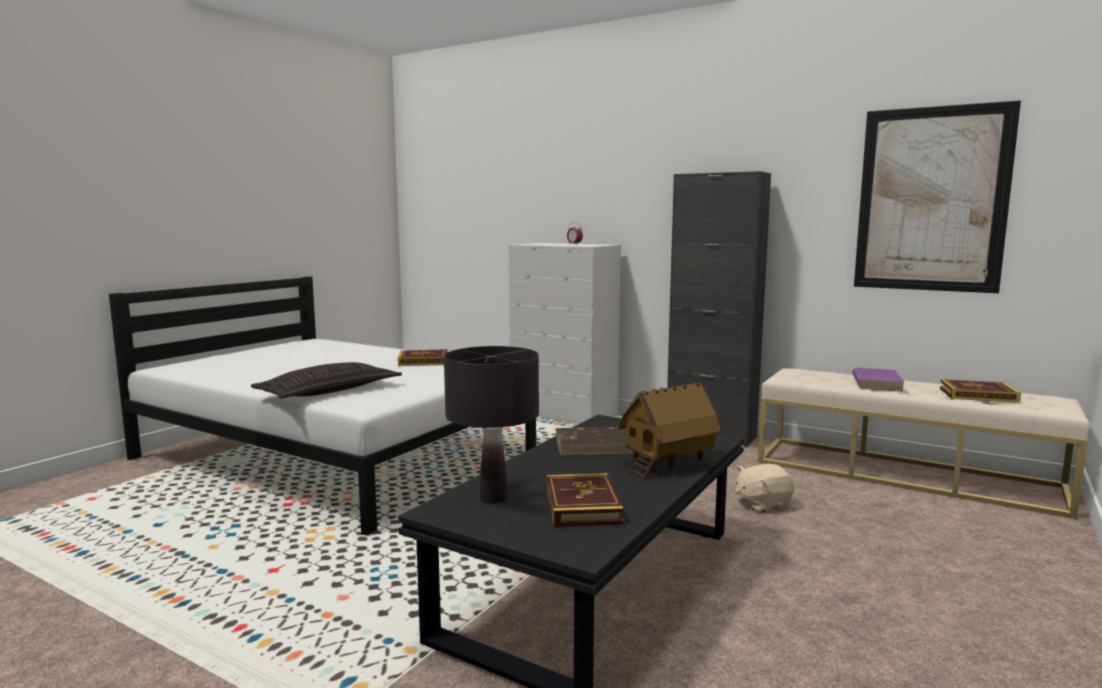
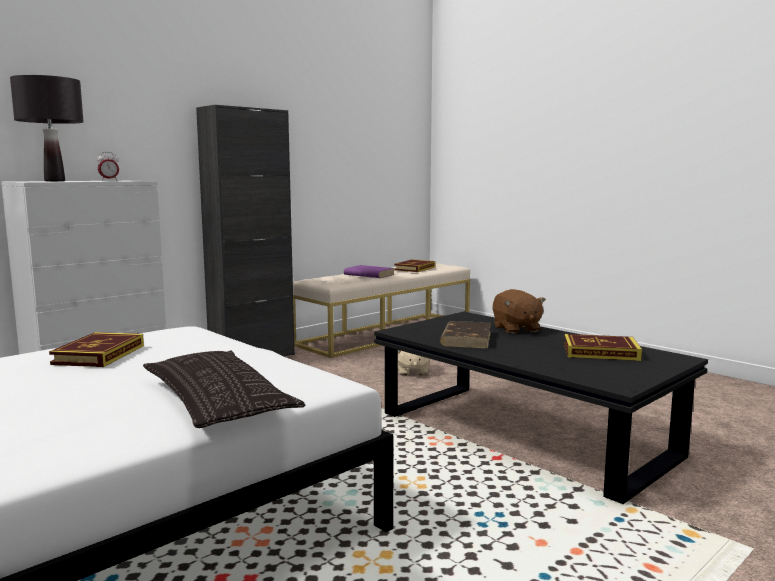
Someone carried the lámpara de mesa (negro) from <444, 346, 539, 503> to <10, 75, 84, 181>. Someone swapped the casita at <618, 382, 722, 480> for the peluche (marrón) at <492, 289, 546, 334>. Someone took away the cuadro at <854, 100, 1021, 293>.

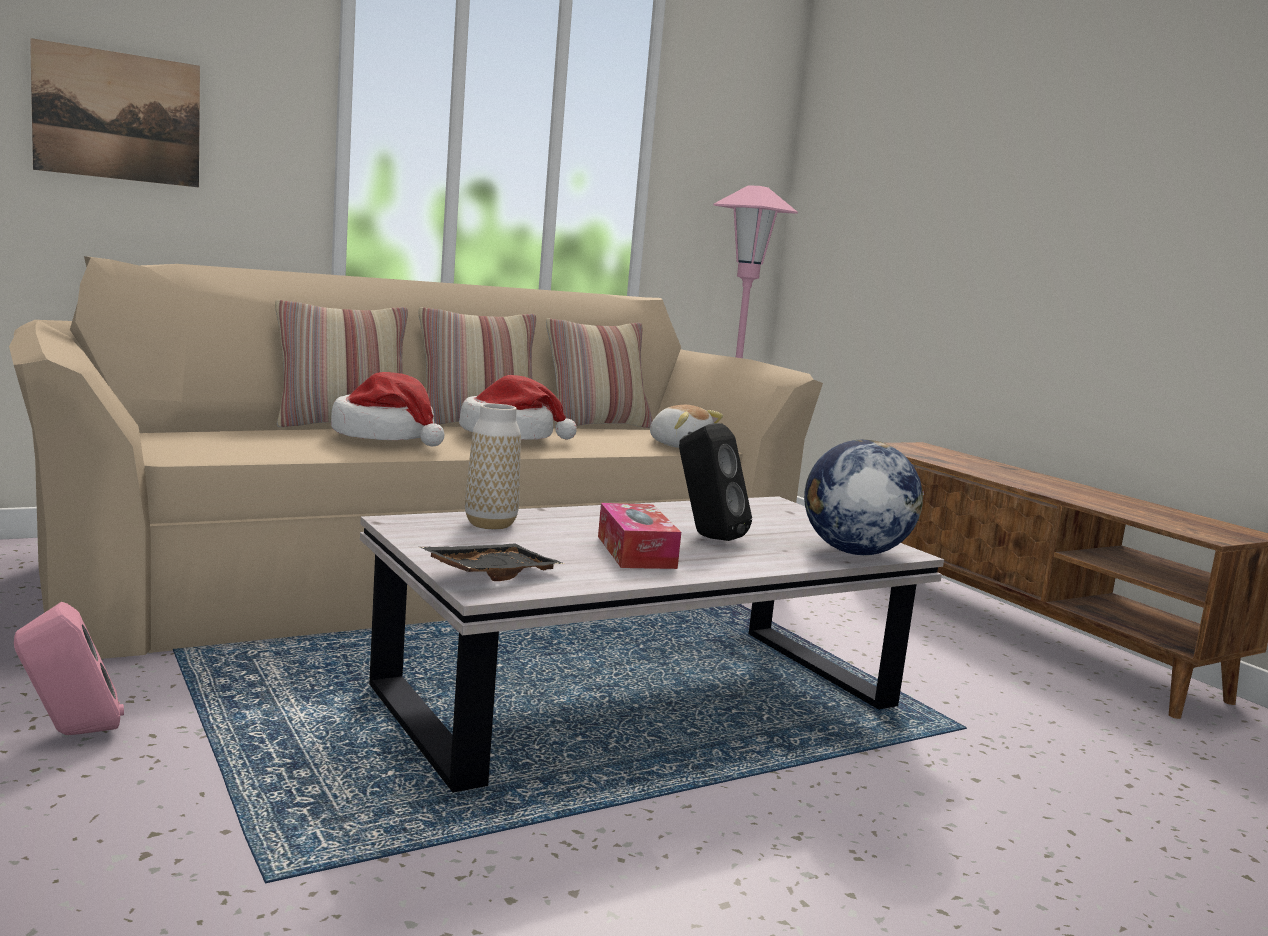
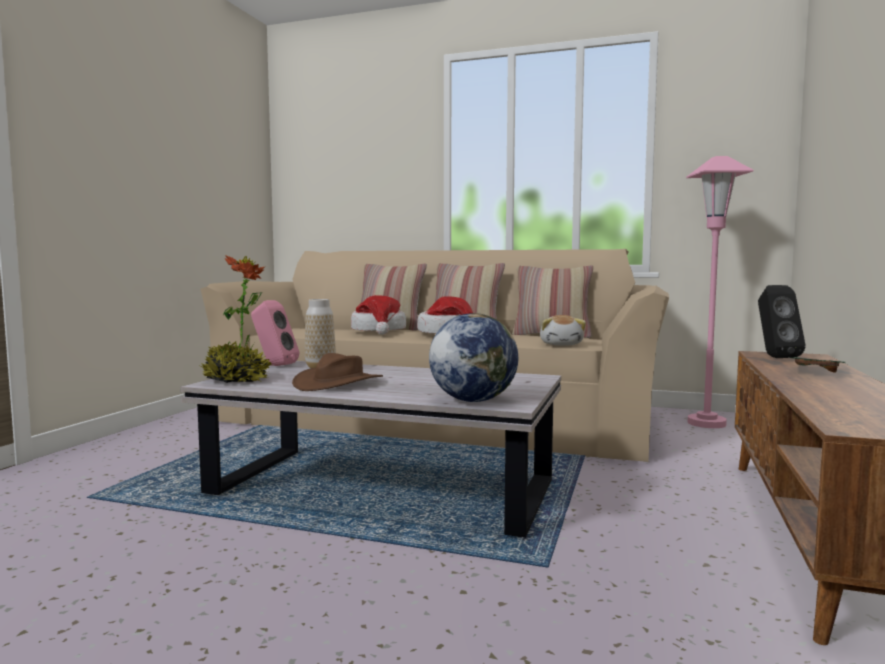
Someone carried the altavoz (rosa) from <14, 602, 124, 735> to <251, 300, 299, 366>. Someone took away the cuadro at <30, 38, 200, 187>. Someone swapped the bandeja (negro) at <419, 544, 565, 581> for the planta en maceta at <200, 255, 271, 383>. Someone swapped the caja de pañuelos at <598, 503, 681, 569> for the sombrero (marrón) at <292, 353, 383, 391>. Someone carried the altavoz (negro) from <679, 423, 752, 541> to <758, 285, 806, 358>. Someone put down the bandeja (verde) at <789, 357, 845, 372>.

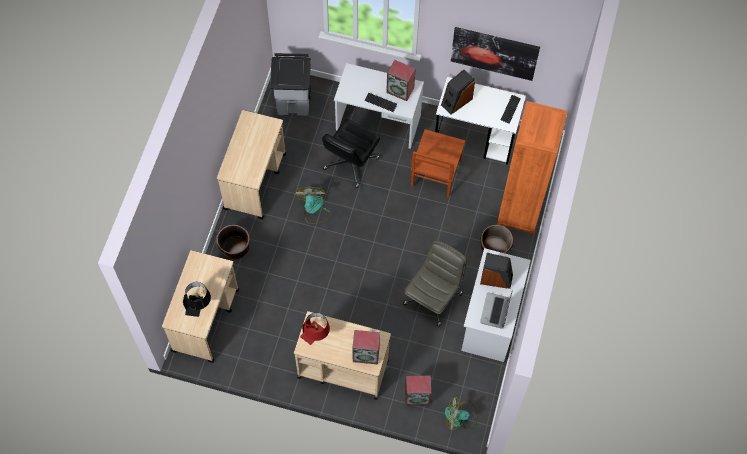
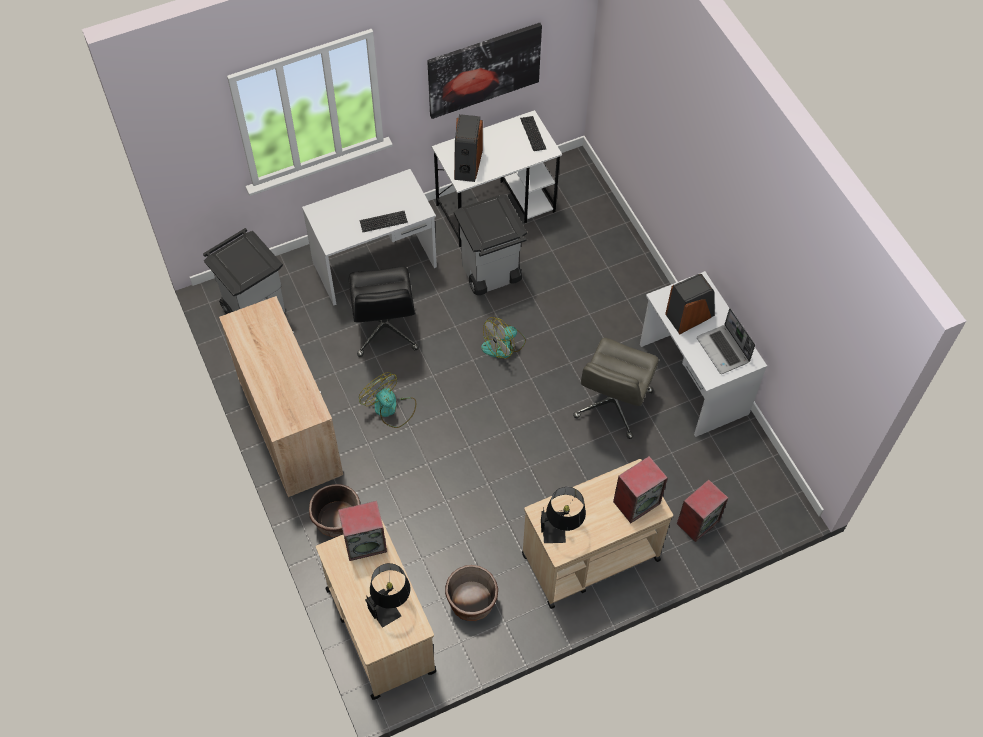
Someone swapped the carrito (beis) at <217, 110, 286, 219> for the armario (beis) at <219, 296, 343, 497>. Someone repainted the lámpara de mesa (rojo) at <300, 313, 330, 345>, which became the lámpara de mesa (negro) at <541, 487, 586, 543>. Someone carried the altavoz from <386, 60, 416, 101> to <338, 501, 387, 561>. Someone rotated the silla de oficina (gris) at <403, 240, 467, 327> by 150 degrees counterclockwise. Someone swapped the silla (marrón) at <411, 129, 465, 198> for the papelera (gris) at <454, 194, 527, 295>. Someone carried the ventilador from <445, 397, 478, 430> to <481, 317, 526, 359>. Someone carried the maceta (marrón) from <480, 225, 513, 254> to <445, 565, 498, 621>. Someone took away the estantería (naranja) at <497, 101, 568, 235>.

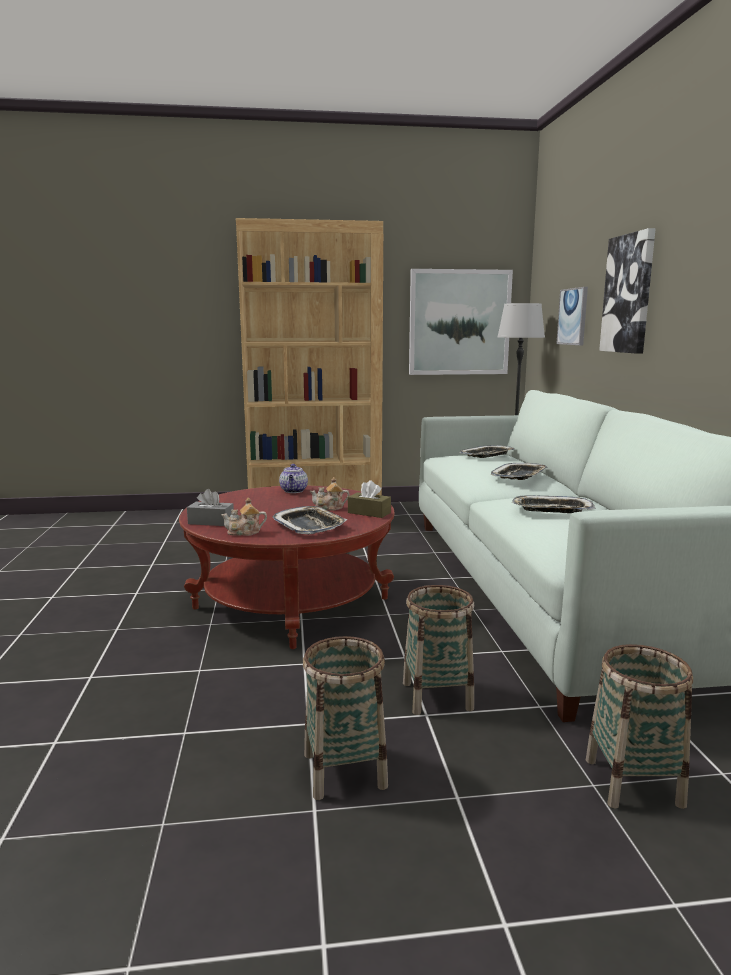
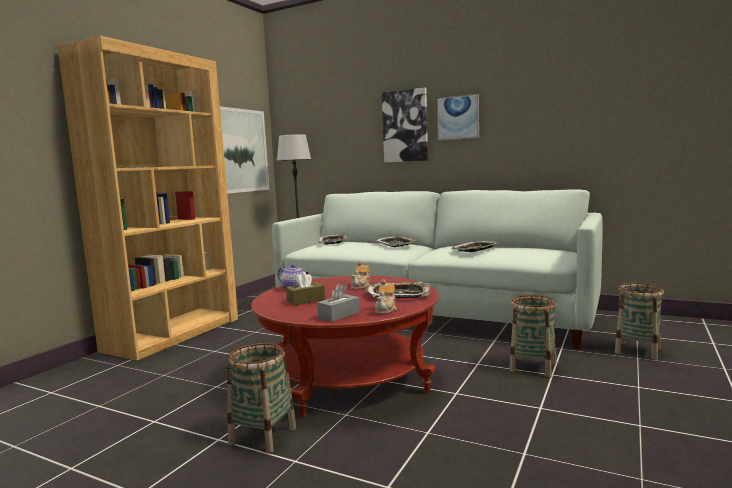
Someone carried the cesta from <303, 636, 388, 800> to <228, 343, 296, 453>. Someone carried the caja de pañuelos (marrón) from <348, 480, 391, 518> to <286, 272, 325, 305>. Someone carried the cuadro from <556, 287, 588, 345> to <437, 94, 479, 141>.

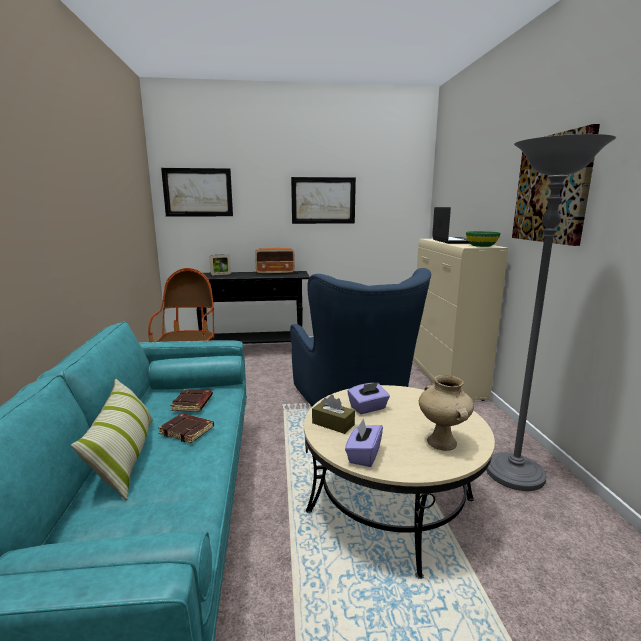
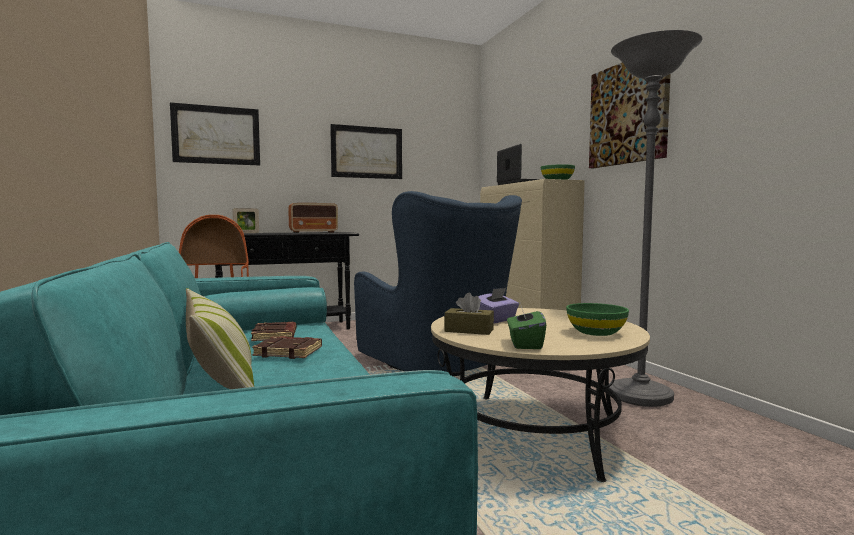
Someone repainted the caja de pañuelos (morado) at <345, 418, 383, 467>, which became the caja de pañuelos (verde) at <507, 303, 546, 349>. Someone swapped the florero (beis) at <419, 375, 474, 451> for the cuenco (verde) at <566, 303, 629, 336>.

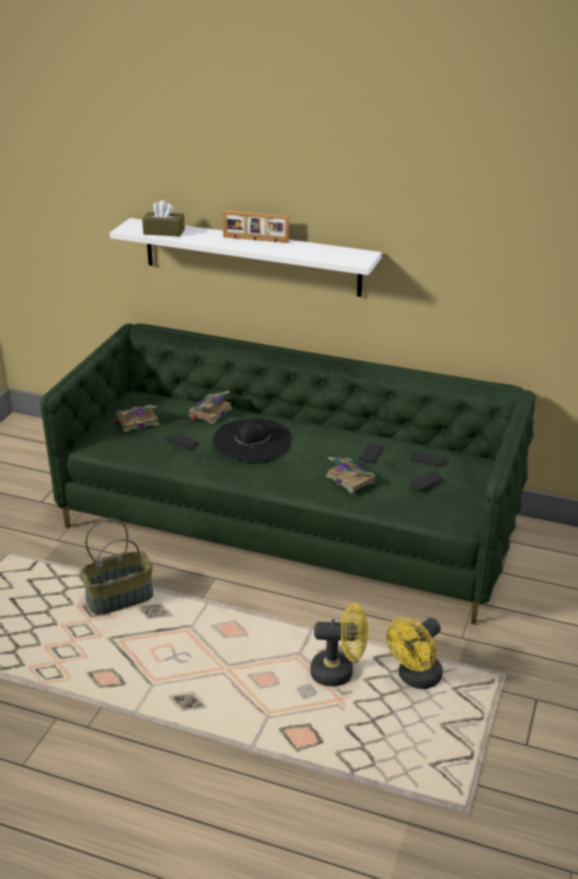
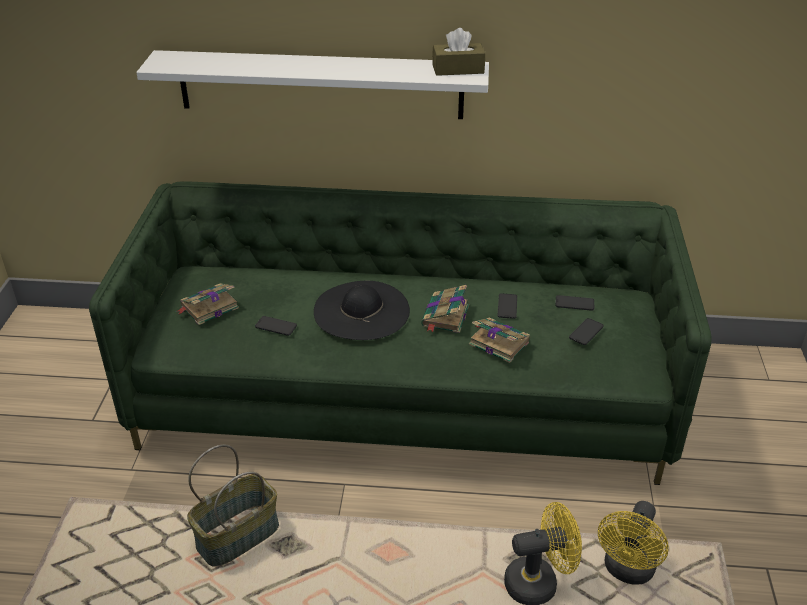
Someone carried the caja de pañuelos (marrón) from <142, 200, 185, 237> to <432, 28, 486, 76>. Someone carried the libro from <188, 390, 233, 424> to <421, 285, 469, 333>. Someone took away the portarretratos at <222, 211, 289, 243>.

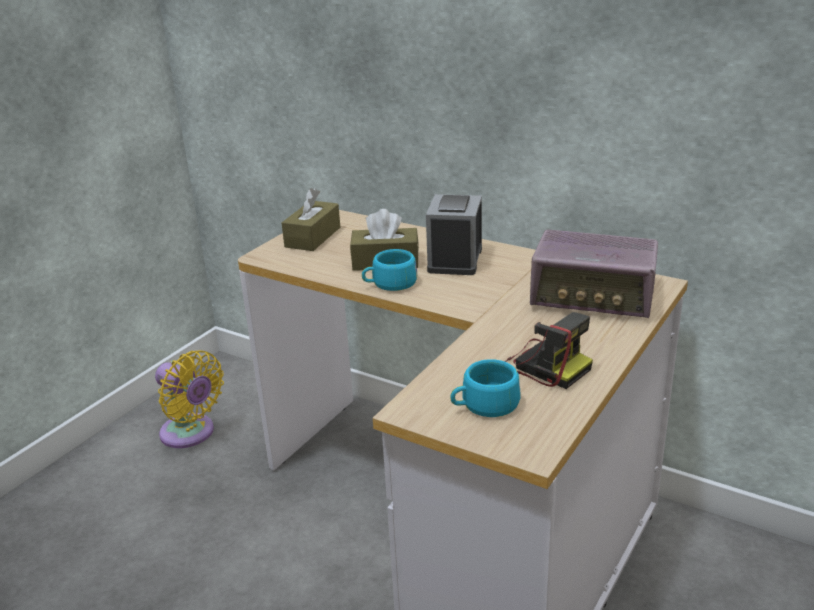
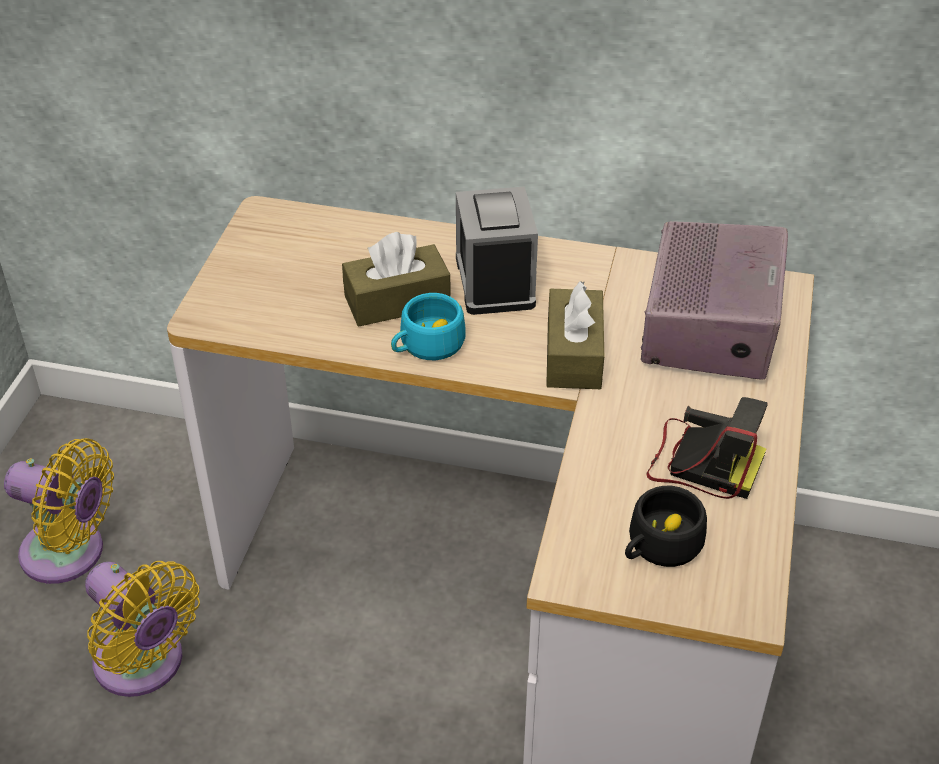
Someone carried the caja de pañuelos (marrón) from <282, 188, 340, 251> to <546, 281, 604, 389>. Someone repainted the taza (turquesa) at <450, 359, 520, 417>, which became the taza (negro) at <625, 486, 707, 567>. Someone rotated the radio at <530, 230, 658, 318> by 75 degrees counterclockwise. Someone put down the ventilador (amarillo) at <85, 561, 200, 697>.

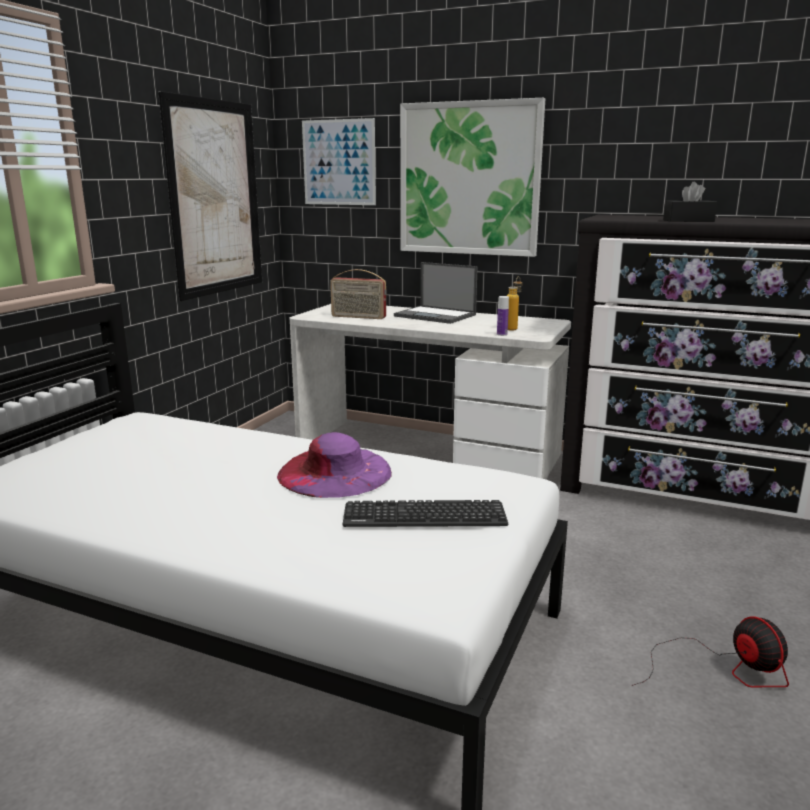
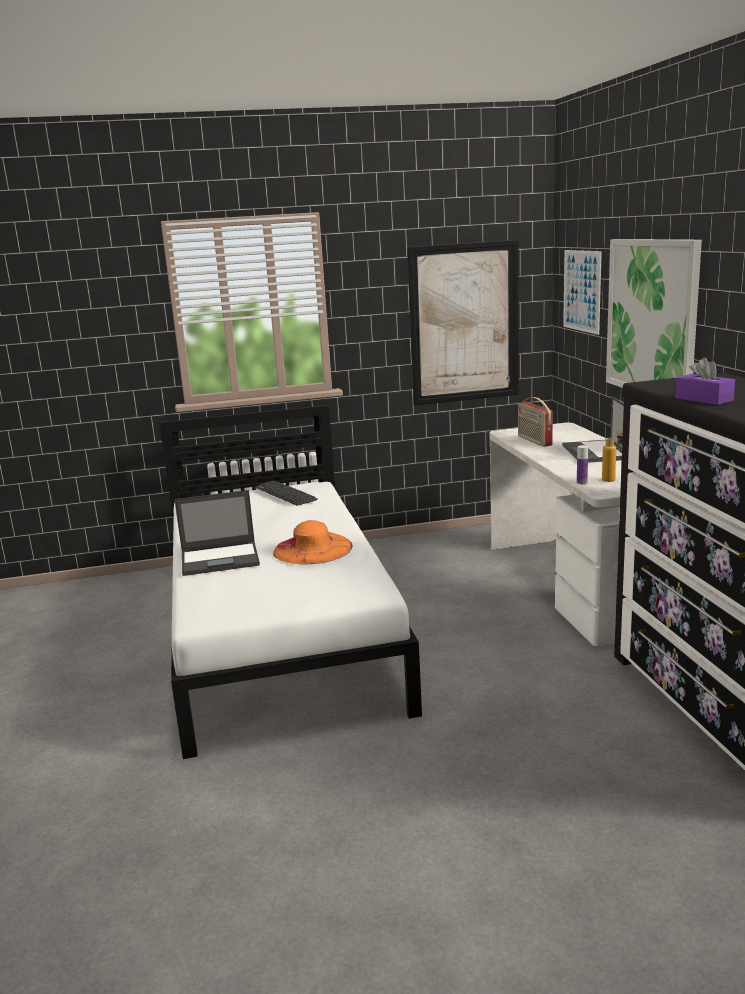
Someone repainted the sombrero (morado) at <277, 432, 392, 498>, which became the sombrero (naranja) at <273, 520, 353, 564>. Someone carried the teclado from <342, 500, 508, 527> to <256, 480, 318, 506>. Someone took away the ventilador at <631, 616, 789, 687>. Someone repainted the caja de pañuelos (negro) at <663, 182, 717, 222>, which became the caja de pañuelos (morado) at <675, 357, 735, 405>. Someone put down the portátil at <174, 490, 260, 576>.

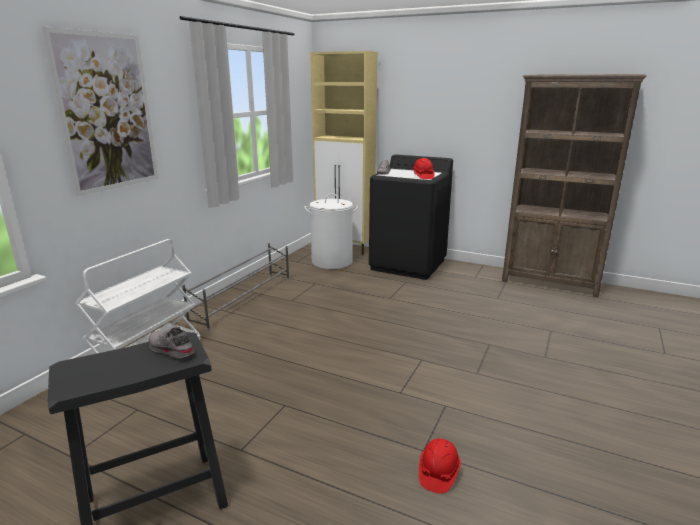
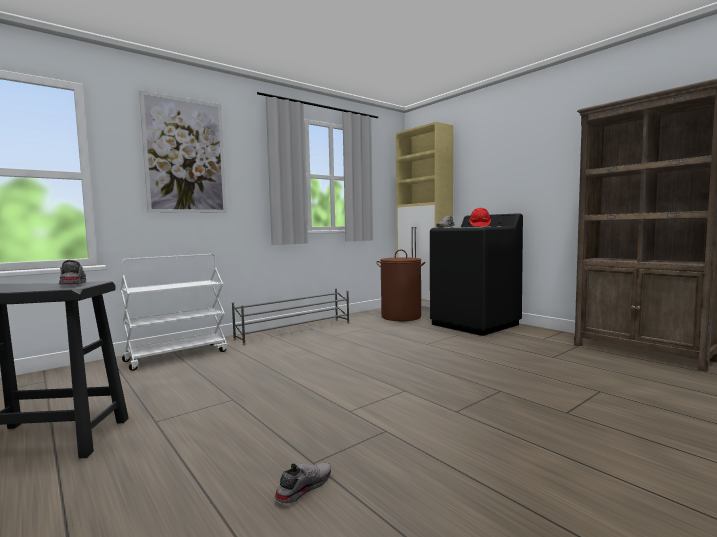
Someone repainted the cesto de la ropa (blanco) at <305, 194, 358, 269>, which became the cesto de la ropa (marrón) at <376, 249, 425, 321>. Someone swapped the casco (rojo) at <419, 439, 461, 494> for the zapato (gris) at <274, 462, 332, 504>.

